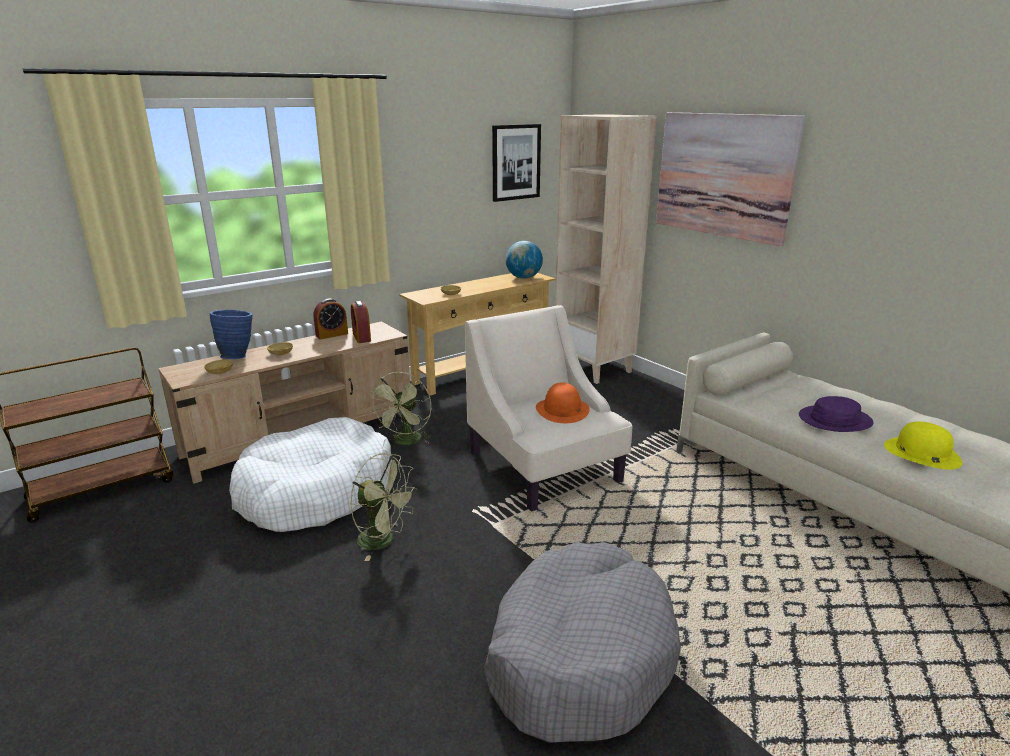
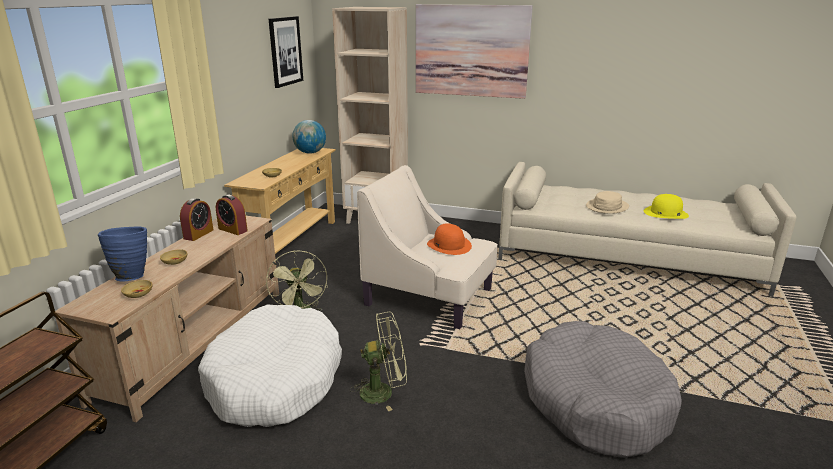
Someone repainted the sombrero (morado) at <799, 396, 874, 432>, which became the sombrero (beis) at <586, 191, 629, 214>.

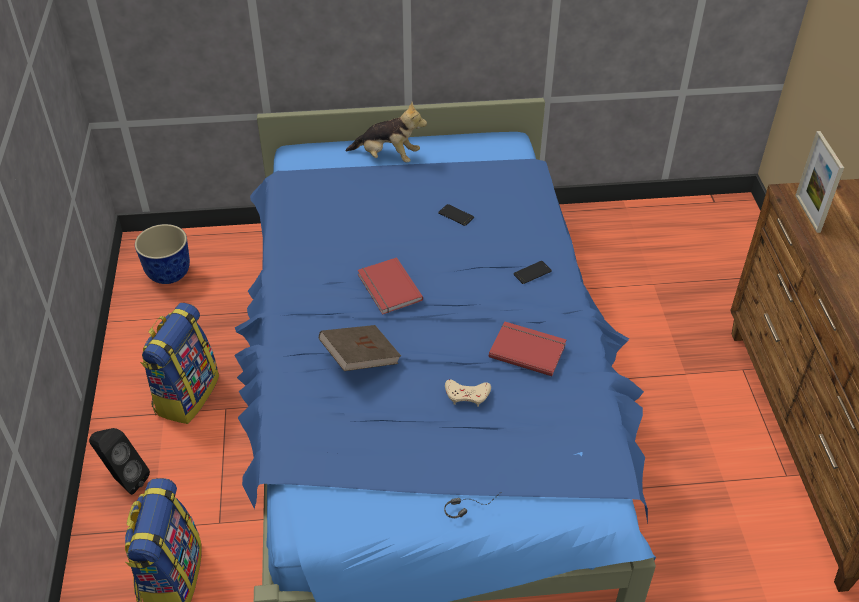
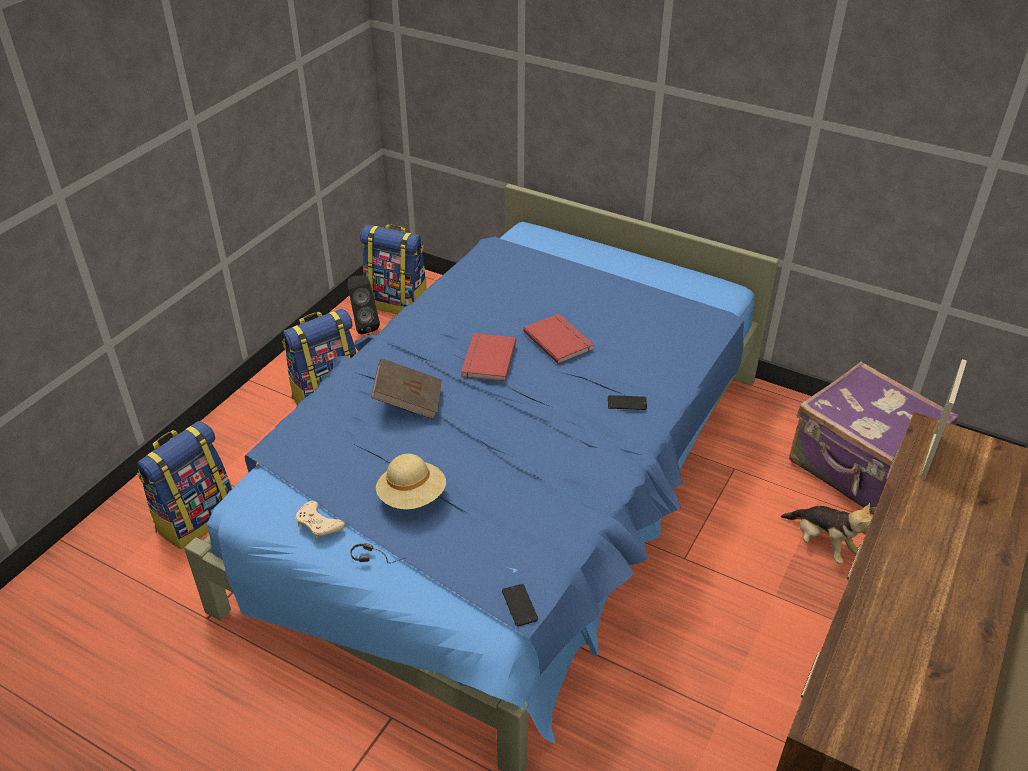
Someone carried the altavoz (negro) from <89, 428, 150, 495> to <348, 275, 380, 334>. Someone swapped the maceta at <135, 224, 190, 284> for the mochila at <360, 225, 427, 314>. Someone carried the peluche from <346, 101, 427, 162> to <781, 503, 872, 564>. Someone carried the móvil from <438, 204, 474, 226> to <502, 584, 538, 626>. Someone carried the mando de consola (beis) from <445, 380, 491, 407> to <296, 501, 345, 539>. Someone carried the libro (rojo) from <489, 321, 566, 376> to <523, 314, 594, 364>. Someone put down the sombrero (beis) at <376, 454, 446, 509>. Someone put down the maleta (morado) at <789, 362, 959, 515>.

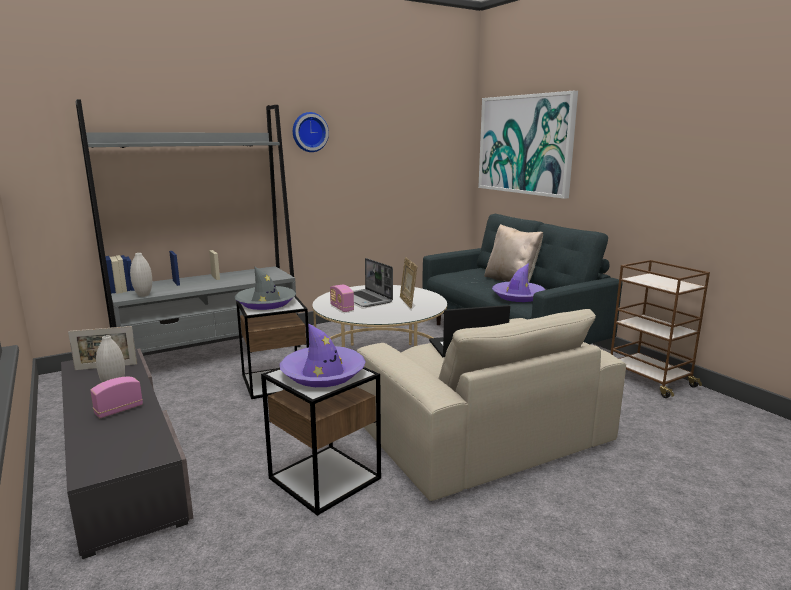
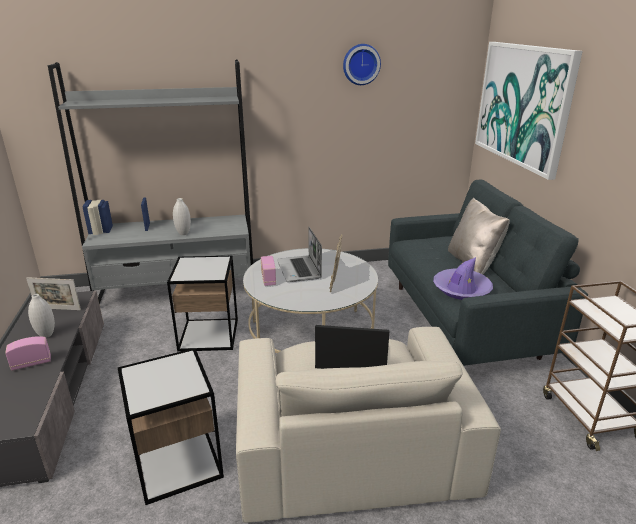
Someone carried the florero (blanco) from <130, 253, 152, 297> to <173, 198, 191, 235>. Someone took away the sombrero (gris) at <235, 266, 296, 310>. Someone took away the sombrero (morado) at <280, 323, 366, 387>. Someone carried the reloj de pared from <293, 112, 329, 152> to <343, 44, 381, 85>.

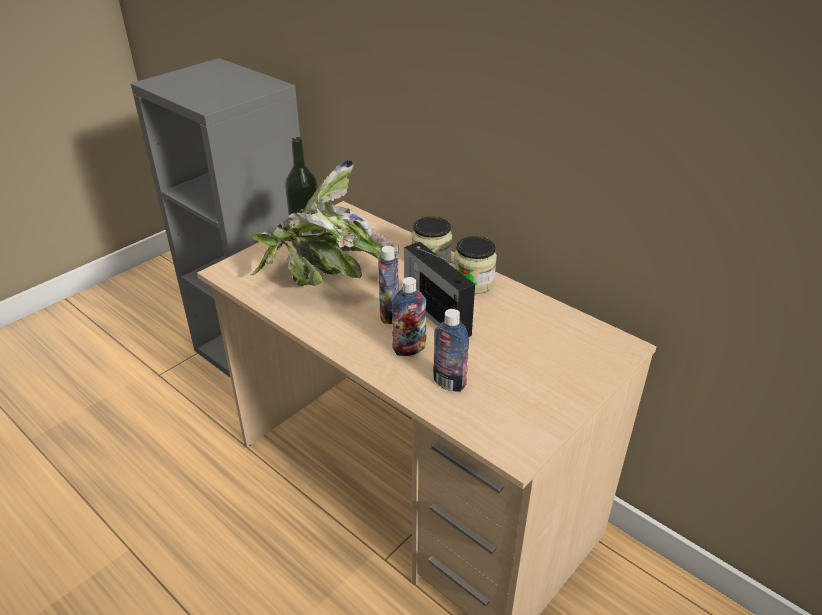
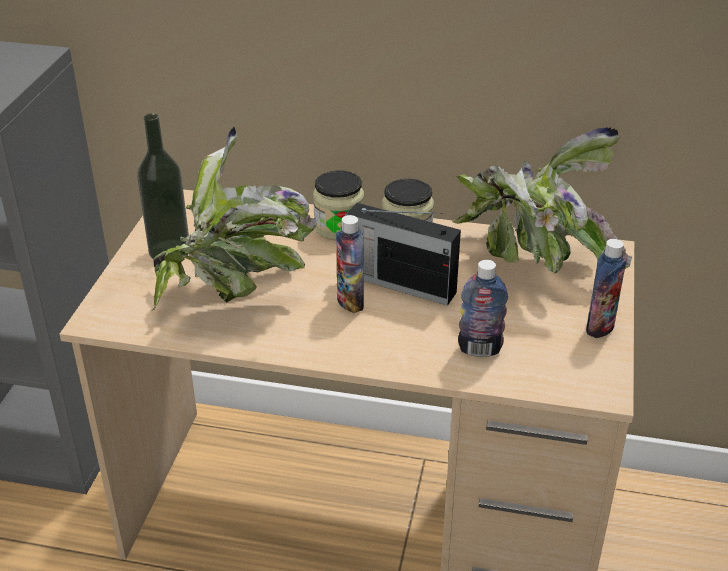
Someone carried the botella from <392, 277, 427, 356> to <586, 239, 627, 338>. Someone put down the planta en maceta at <452, 127, 632, 274>.

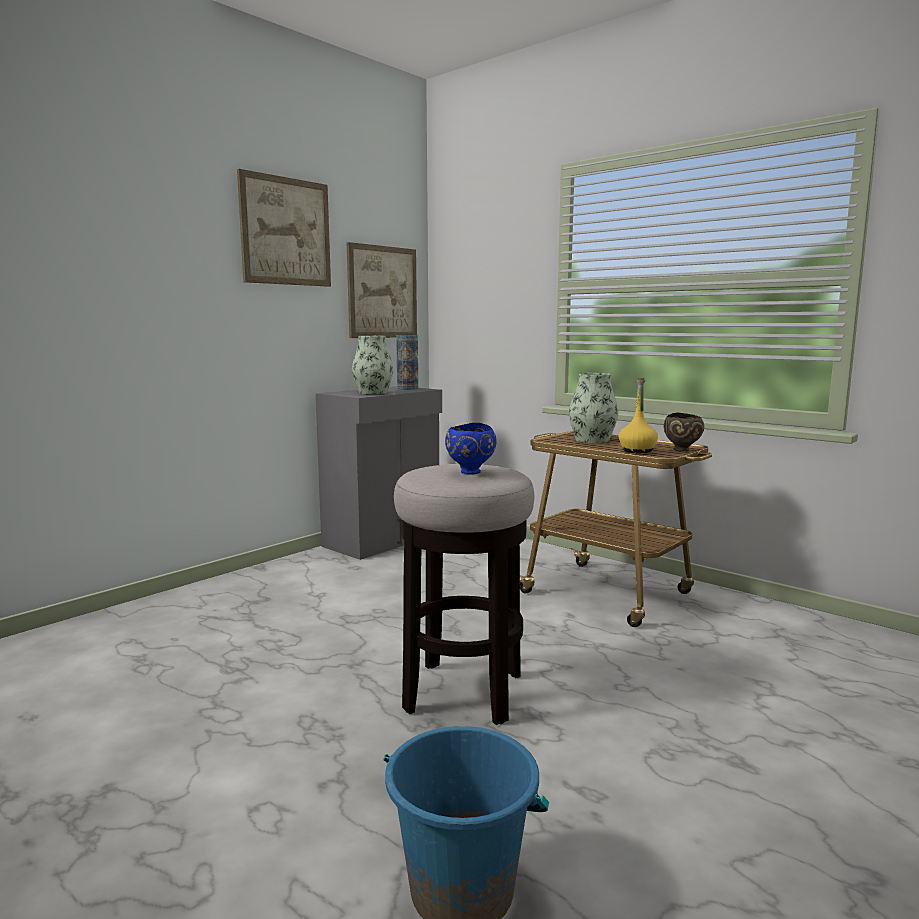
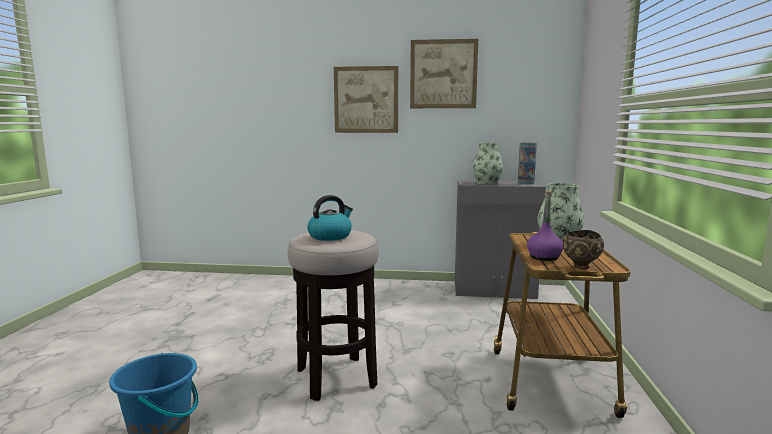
Someone carried the cuadro from <347, 242, 417, 338> to <334, 66, 398, 133>. Someone swapped the cuenco (azul) at <445, 423, 497, 475> for the hervidor at <307, 195, 353, 241>. Someone repainted the botella (amarillo) at <619, 377, 658, 453>, which became the botella (morado) at <527, 191, 563, 261>.

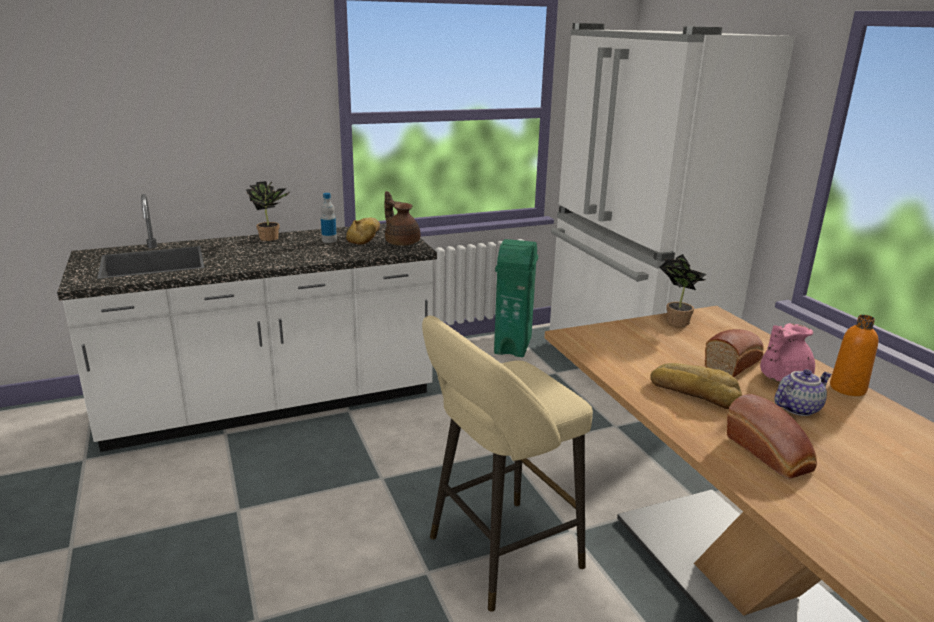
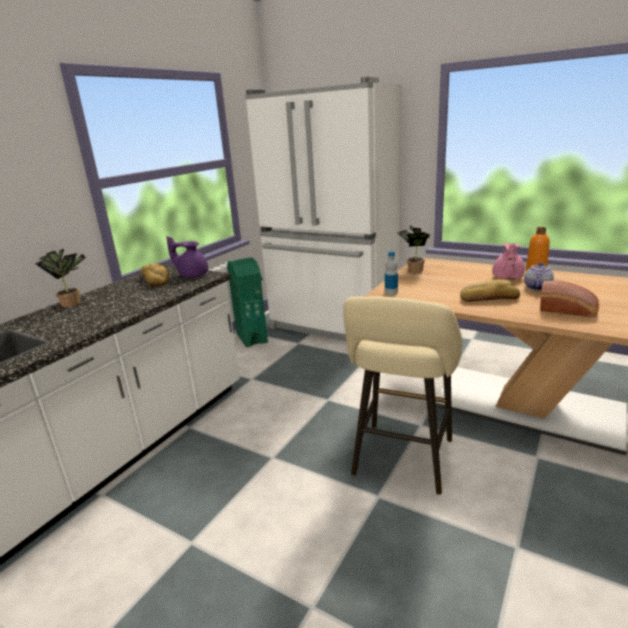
Someone carried the botella from <321, 193, 337, 243> to <385, 251, 398, 295>. Someone repainted the tetera (marrón) at <385, 191, 420, 246>, which became the tetera (morado) at <166, 236, 208, 277>. Someone took away the pan at <705, 329, 764, 377>.

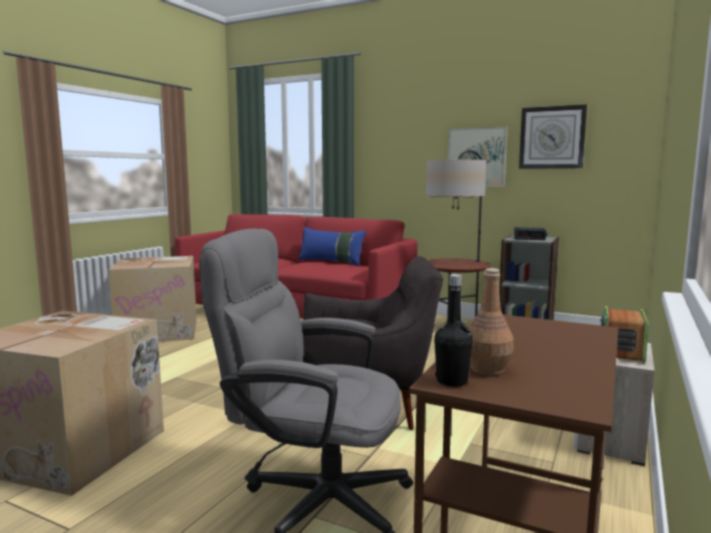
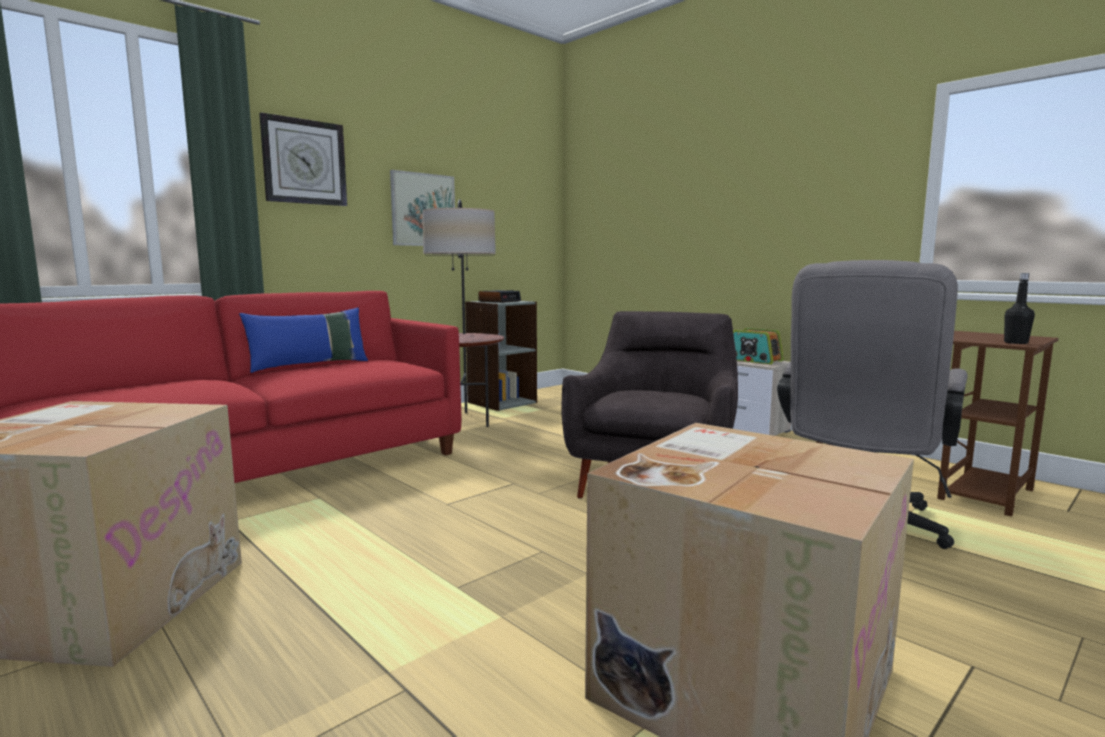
Someone took away the botella (marrón) at <469, 268, 513, 375>. Someone carried the reloj de pared from <519, 104, 587, 169> to <259, 112, 347, 206>.

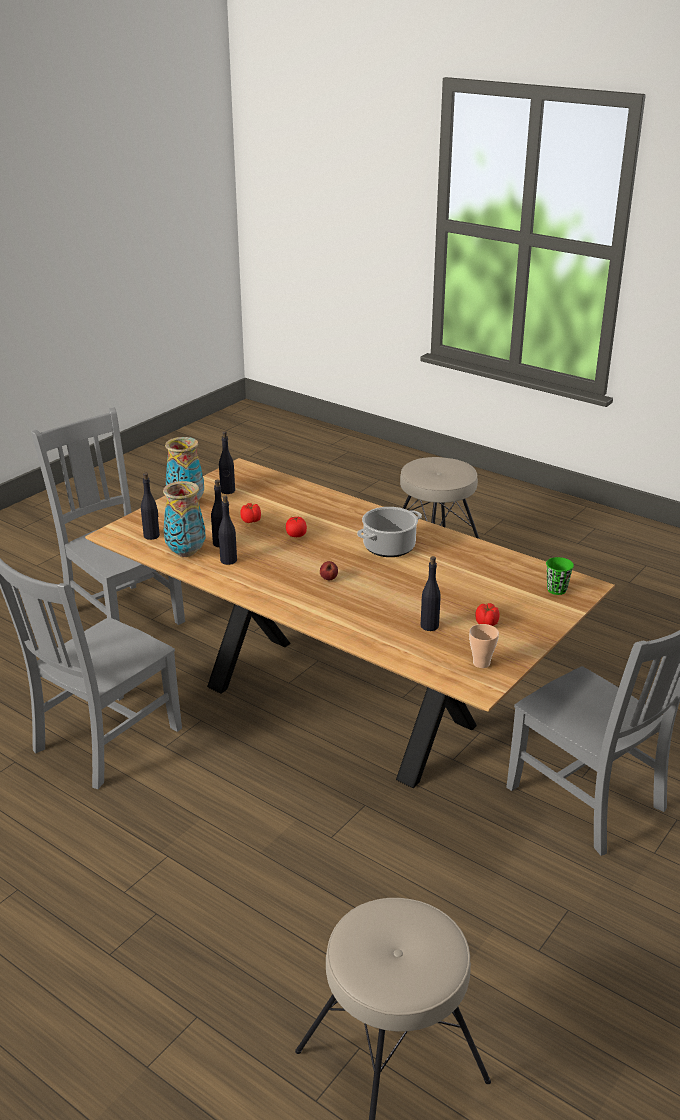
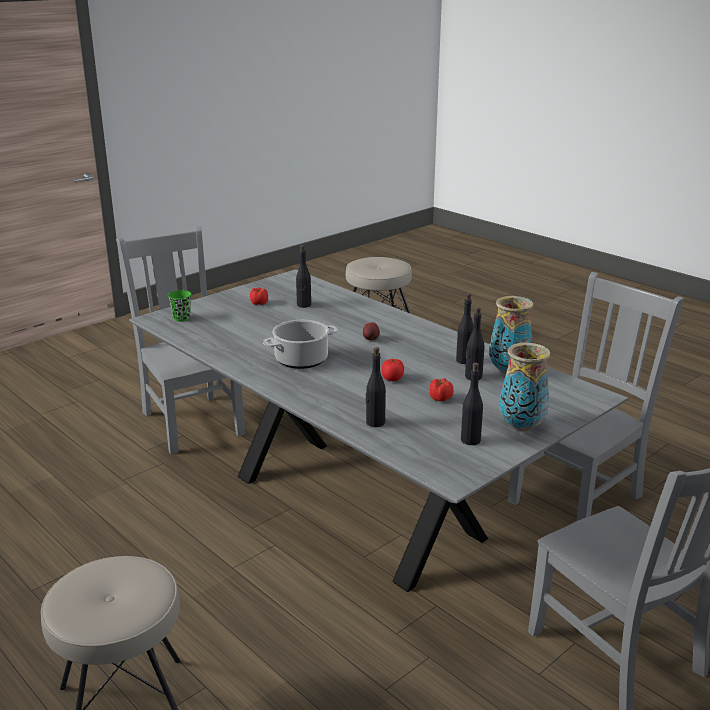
Someone repainted the mesa de comedor (marrón) at <85, 458, 615, 788>, which became the mesa de comedor (gris) at <129, 269, 628, 592>. Someone carried the botella (negro) from <141, 473, 160, 540> to <366, 347, 386, 427>. Someone took away the taza at <469, 624, 499, 668>.

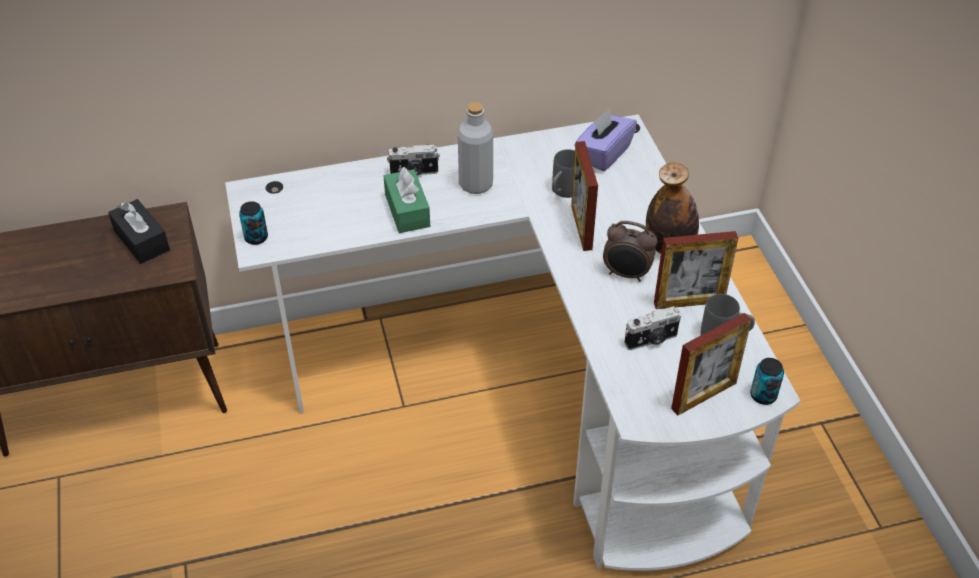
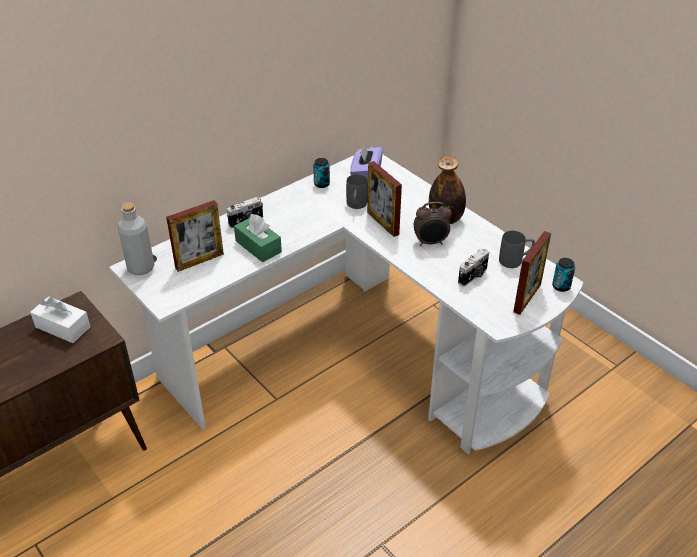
Someone repainted the caja de pañuelos (negro) at <108, 199, 170, 264>, which became the caja de pañuelos (blanco) at <30, 296, 90, 343>. Someone carried the lata from <239, 201, 268, 245> to <313, 158, 330, 188>. Someone carried the botella (gris) from <458, 102, 493, 194> to <118, 202, 154, 275>. Someone carried the portarretratos from <654, 231, 738, 309> to <166, 200, 224, 272>.

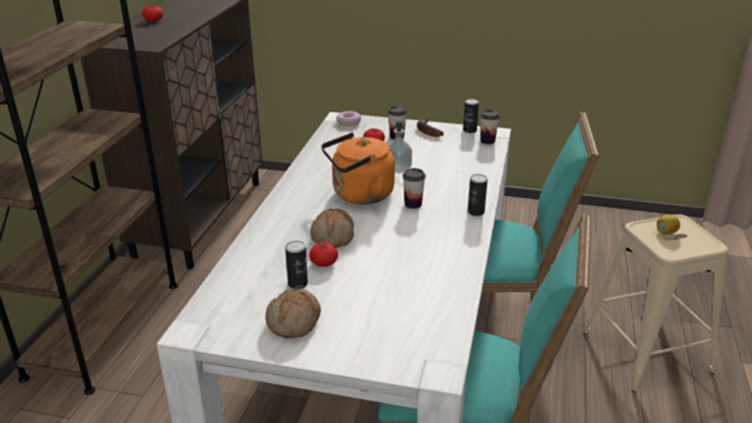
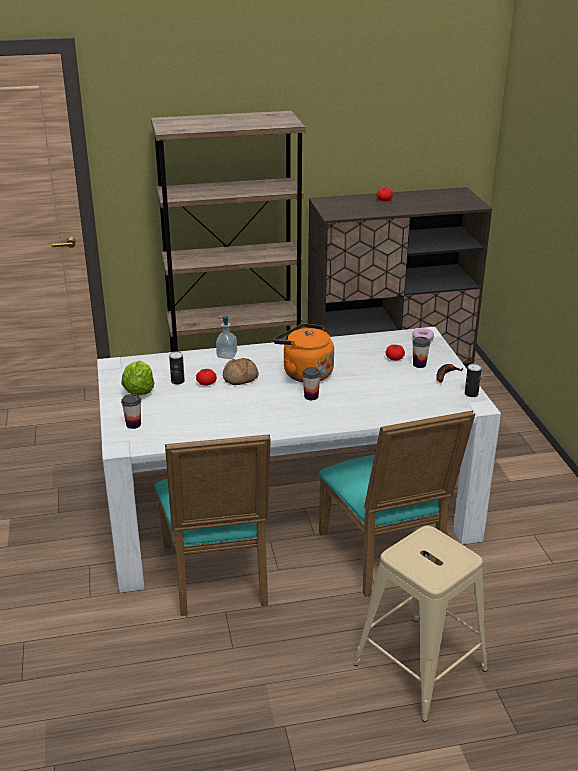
Someone swapped the pan at <265, 288, 321, 338> for the lechuga at <122, 361, 154, 396>. Someone carried the dispensador de jabón from <389, 120, 412, 173> to <216, 316, 237, 359>. Someone took away the lata at <468, 174, 487, 216>. Someone carried the taza from <480, 110, 500, 144> to <121, 394, 141, 429>. Someone took away the limón at <657, 215, 680, 235>.

